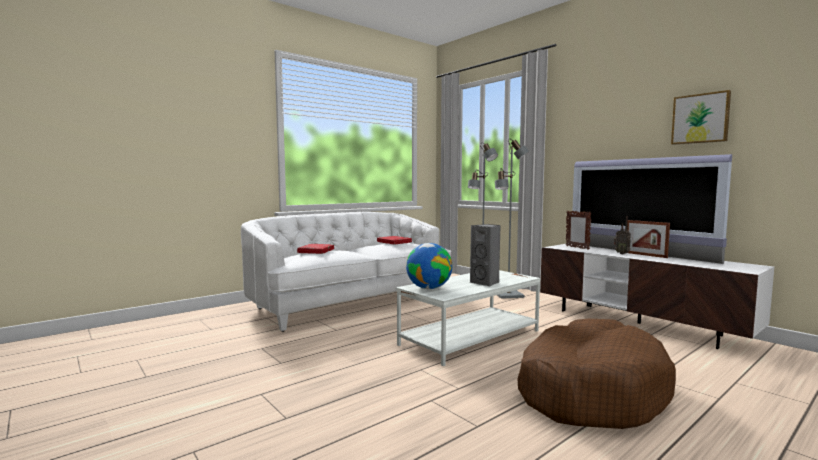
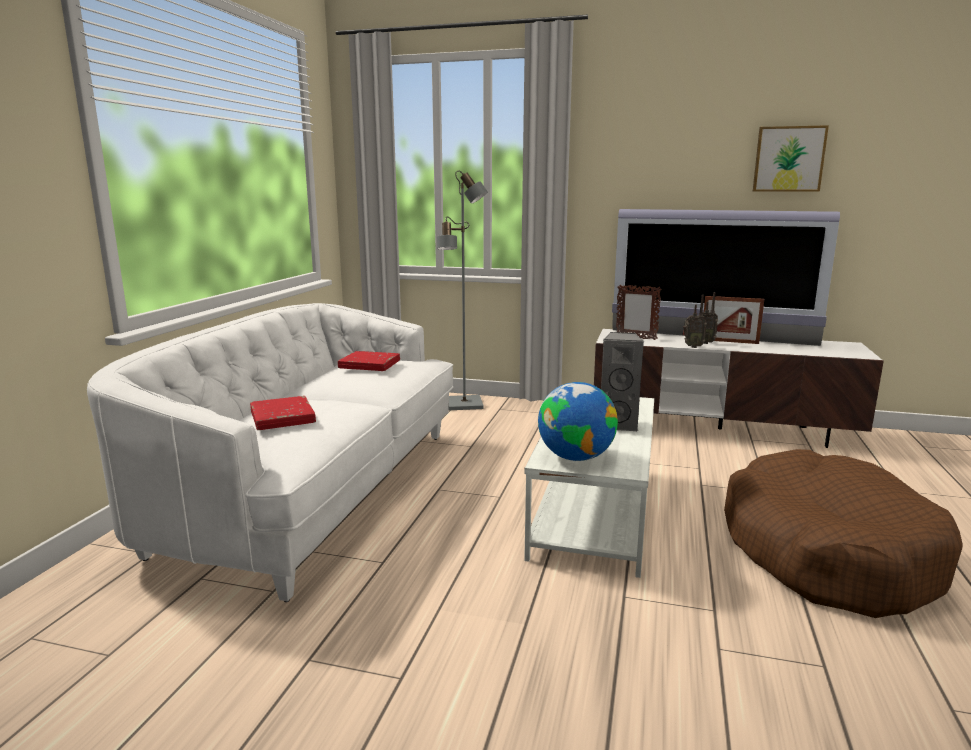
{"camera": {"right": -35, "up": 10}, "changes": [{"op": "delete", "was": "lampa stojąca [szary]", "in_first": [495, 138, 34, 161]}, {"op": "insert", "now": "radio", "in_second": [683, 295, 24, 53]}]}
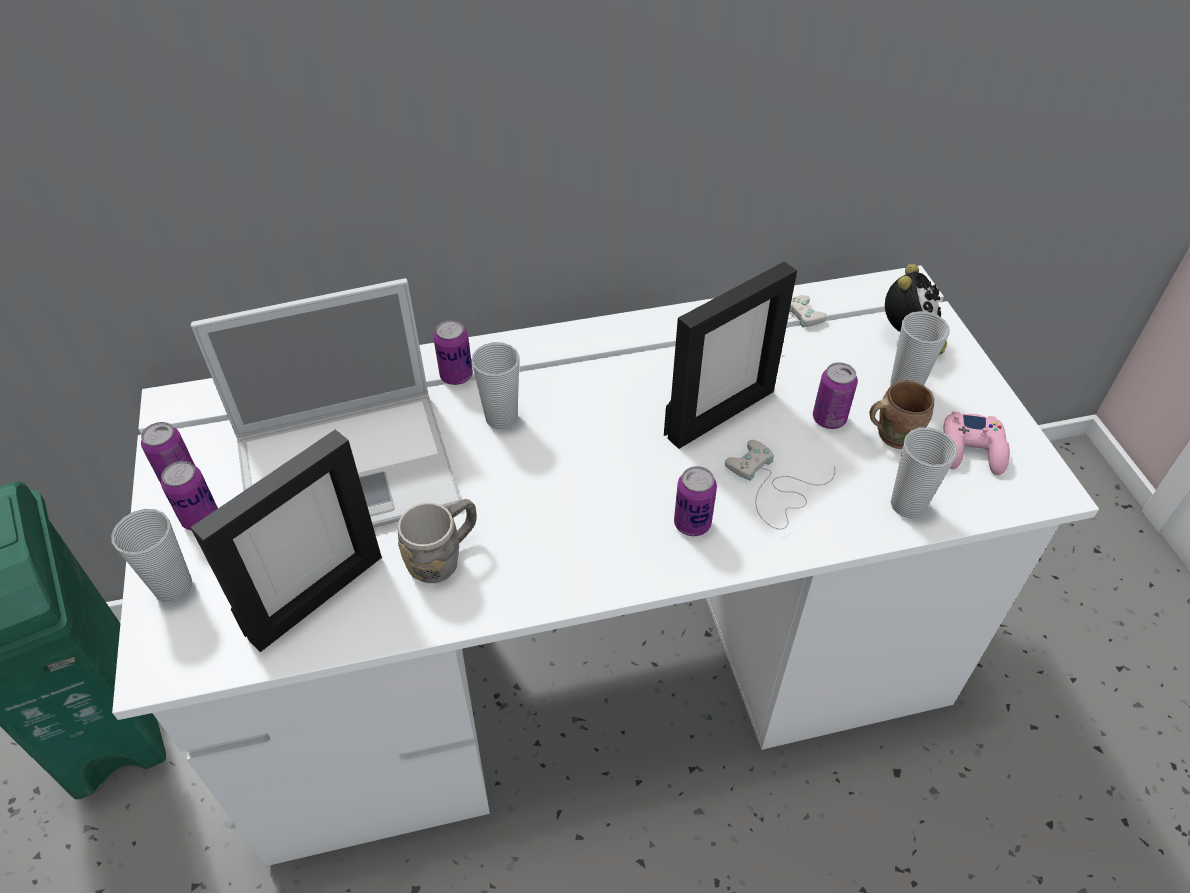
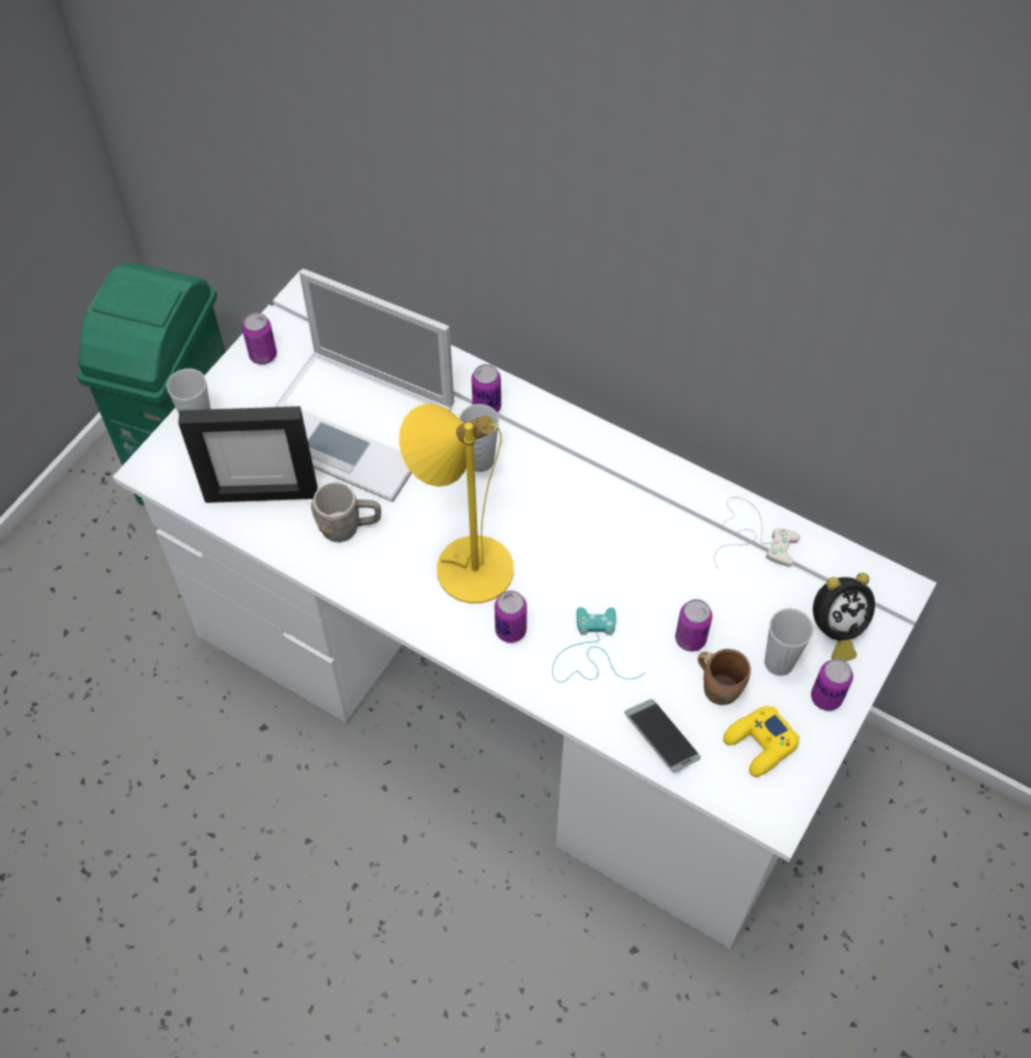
{"camera": {"right": 45, "up": 10}, "changes": [{"op": "delete", "was": "ramka na zdjęcie", "in_first": [664, 262, 133, 187]}, {"op": "recolor", "was": "pad do gier [różowy]", "now": "pad do gier [żółty]", "in_first": [944, 411, 66, 64], "in_second": [723, 706, 77, 71]}, {"op": "replace", "was": "filiżanka", "now": "telefon", "in_first": [891, 427, 66, 91], "in_second": [625, 699, 76, 73]}, {"op": "recolor", "was": "pad do gier [biały]", "now": "pad do gier [turkusowy]", "in_first": [725, 440, 110, 90], "in_second": [552, 607, 93, 76]}, {"op": "move", "was": "puszka", "in_first": [161, 461, 57, 70], "in_second": [811, 659, 42, 52]}, {"op": "insert", "now": "lampa stołowa [żółty]", "in_second": [399, 404, 115, 200]}]}
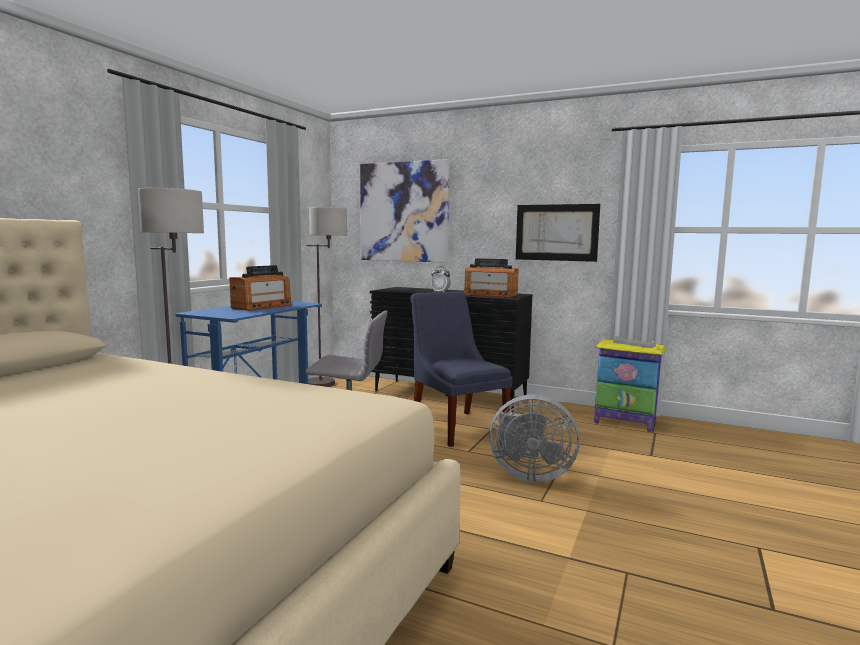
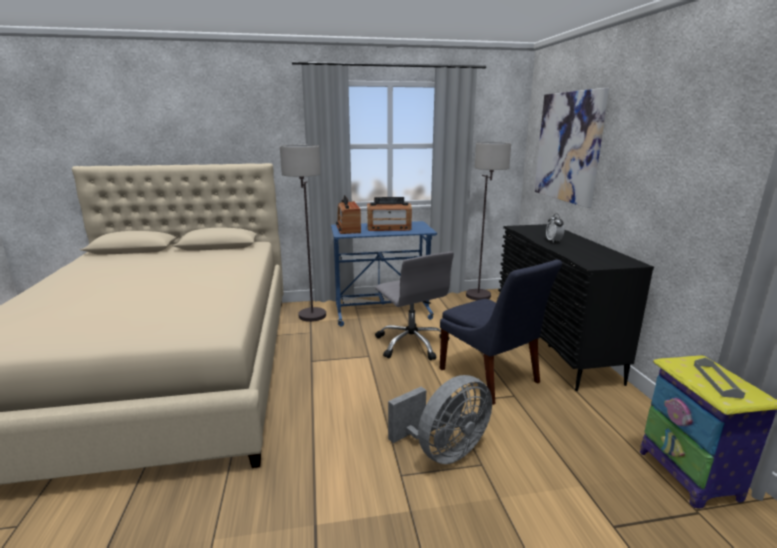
{"camera": {"right": 55, "up": 10}, "changes": [{"op": "delete", "was": "obraz", "in_first": [516, 204, 84, 58]}, {"op": "move", "was": "radio", "in_first": [464, 258, 55, 40], "in_second": [336, 195, 25, 39]}, {"op": "rotate", "was": "krzesło [niebieski]", "in_first": [411, 292, 102, 155], "in_second": [440, 259, 122, 146], "clockwise": 120}, {"op": "rotate", "was": "wentylator [szary]", "in_first": [489, 395, 91, 87], "in_second": [388, 375, 104, 89], "clockwise": -105}]}
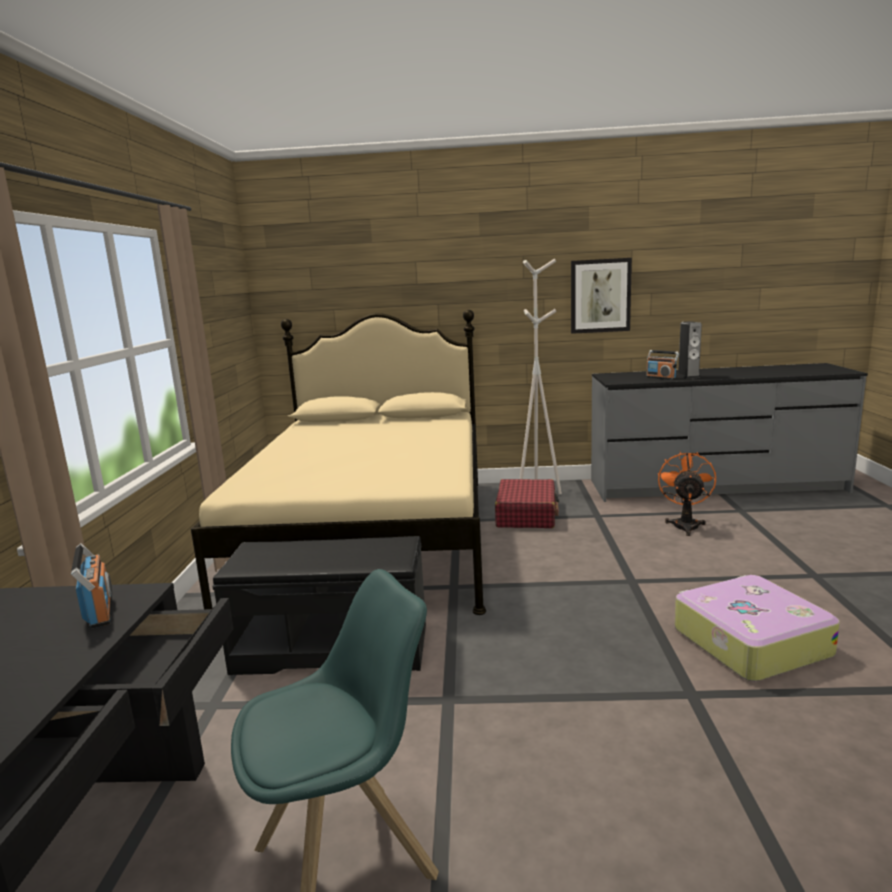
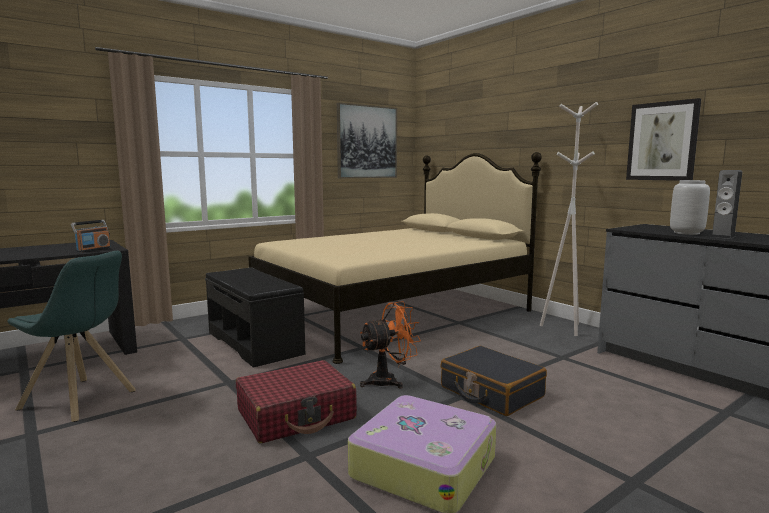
{"camera": {"right": 50, "up": -5}, "changes": [{"op": "replace", "was": "radio", "now": "wazon [szary]", "in_first": [646, 350, 33, 30], "in_second": [670, 180, 40, 55]}, {"op": "move", "was": "wentylator [pomarańczowy]", "in_first": [658, 452, 58, 84], "in_second": [360, 301, 61, 88]}, {"op": "move", "was": "walizka [czerwony]", "in_first": [495, 479, 64, 49], "in_second": [236, 360, 121, 83]}, {"op": "insert", "now": "obraz", "in_second": [337, 103, 60, 75]}, {"op": "insert", "now": "walizka [czarny]", "in_second": [440, 346, 107, 70]}]}
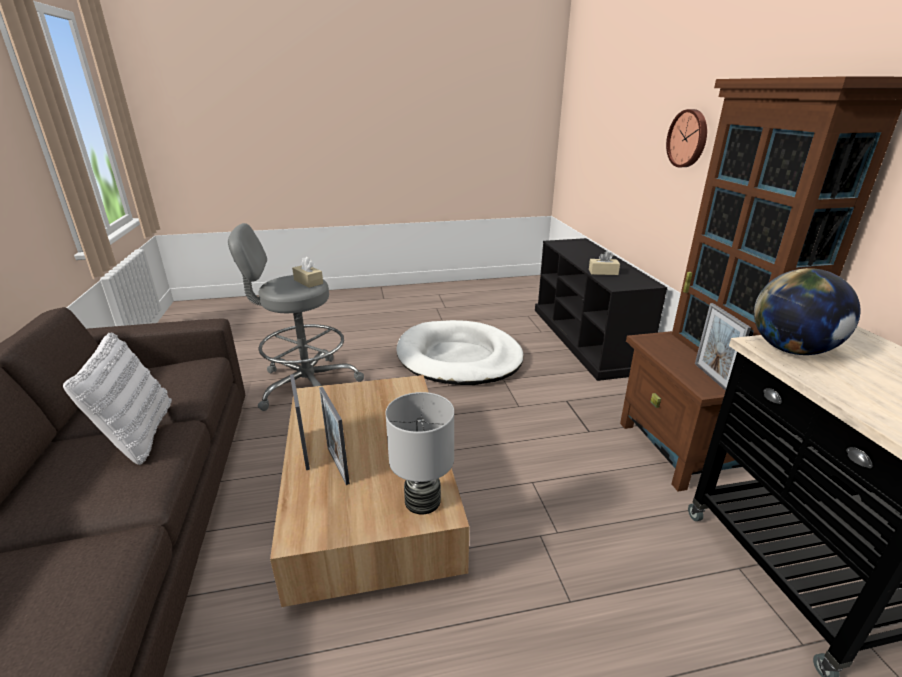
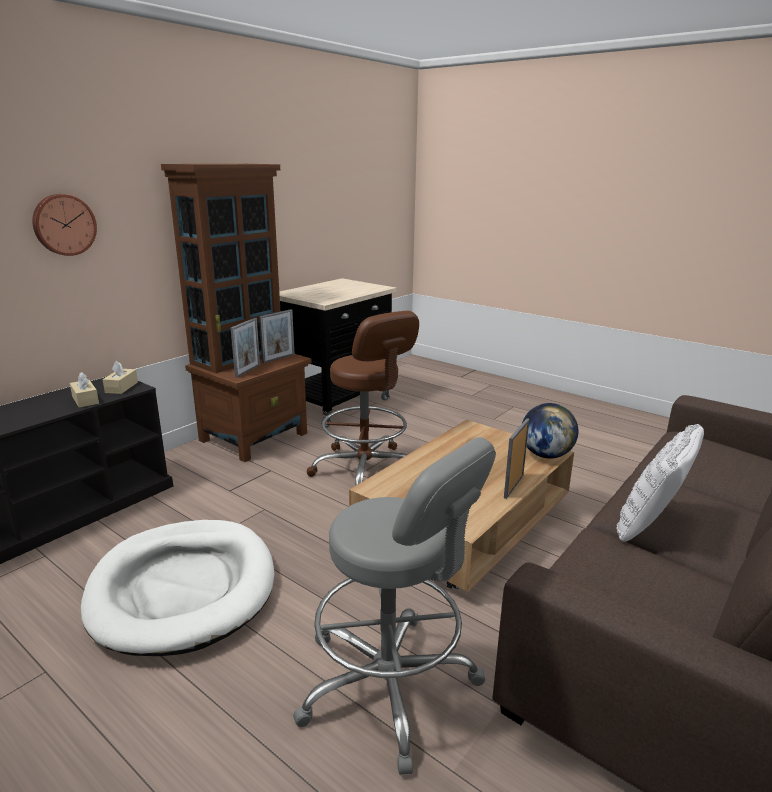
{"camera": {"right": -130, "up": -5}, "changes": [{"op": "move", "was": "pudełko chusteczek [beżowy]", "in_first": [292, 257, 31, 31], "in_second": [103, 361, 35, 33]}, {"op": "move", "was": "globus", "in_first": [754, 268, 106, 87], "in_second": [522, 403, 56, 56]}, {"op": "move", "was": "ramka na zdjęcie", "in_first": [319, 387, 31, 98], "in_second": [231, 318, 29, 60]}, {"op": "delete", "was": "lampa stołowa [szary]", "in_first": [386, 392, 68, 123]}, {"op": "insert", "now": "stołek [brązowy]", "in_second": [307, 311, 112, 174]}]}
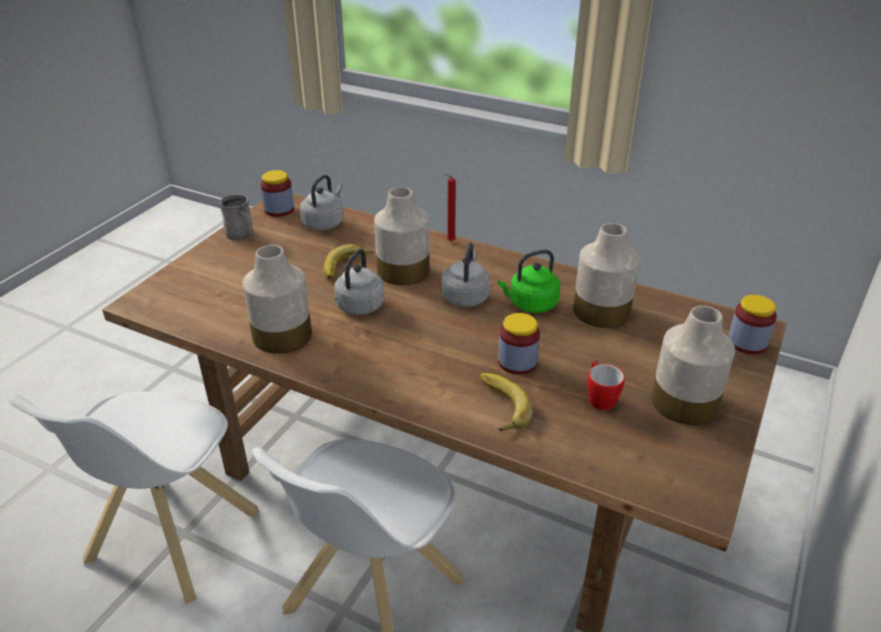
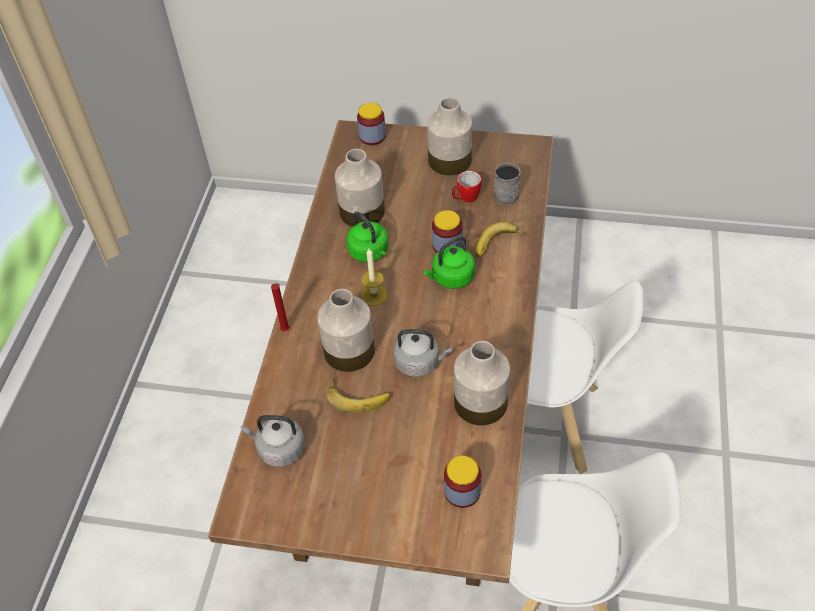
{"camera": {"right": -105, "up": 15}, "changes": [{"op": "move", "was": "słoik", "in_first": [260, 170, 34, 47], "in_second": [444, 456, 37, 52]}, {"op": "move", "was": "kubek [szary]", "in_first": [220, 194, 34, 47], "in_second": [494, 163, 27, 42]}, {"op": "replace", "was": "czajnik [szary]", "now": "świeca", "in_first": [442, 242, 48, 65], "in_second": [361, 248, 26, 58]}, {"op": "insert", "now": "czajnik [zielony]", "in_second": [423, 236, 52, 53]}]}
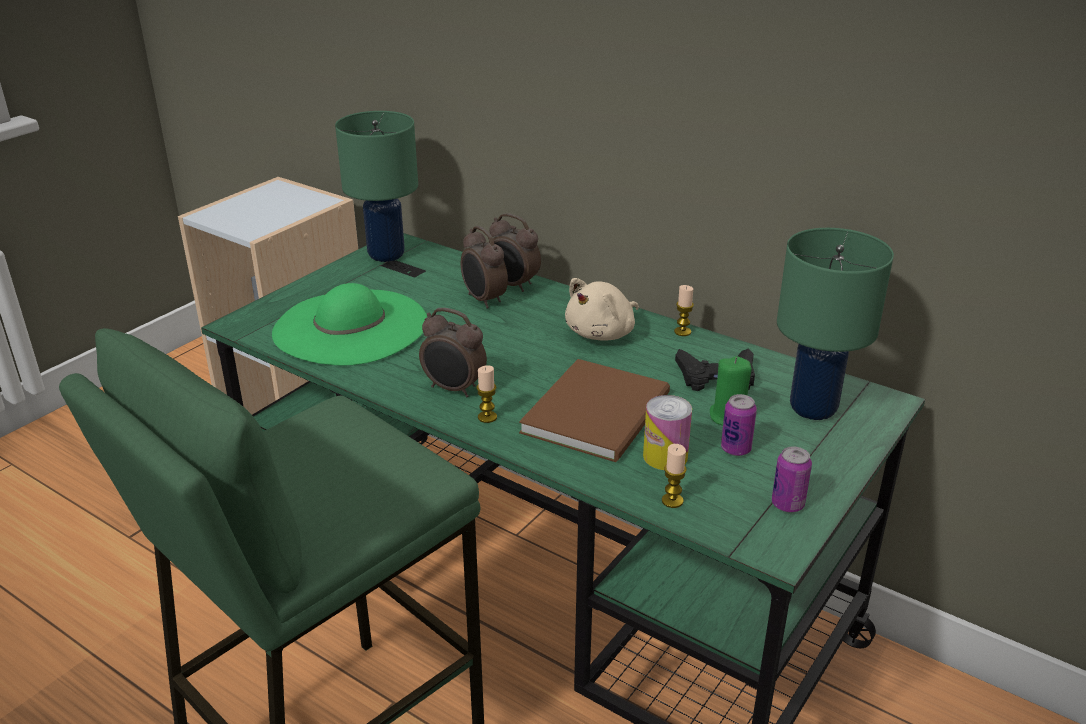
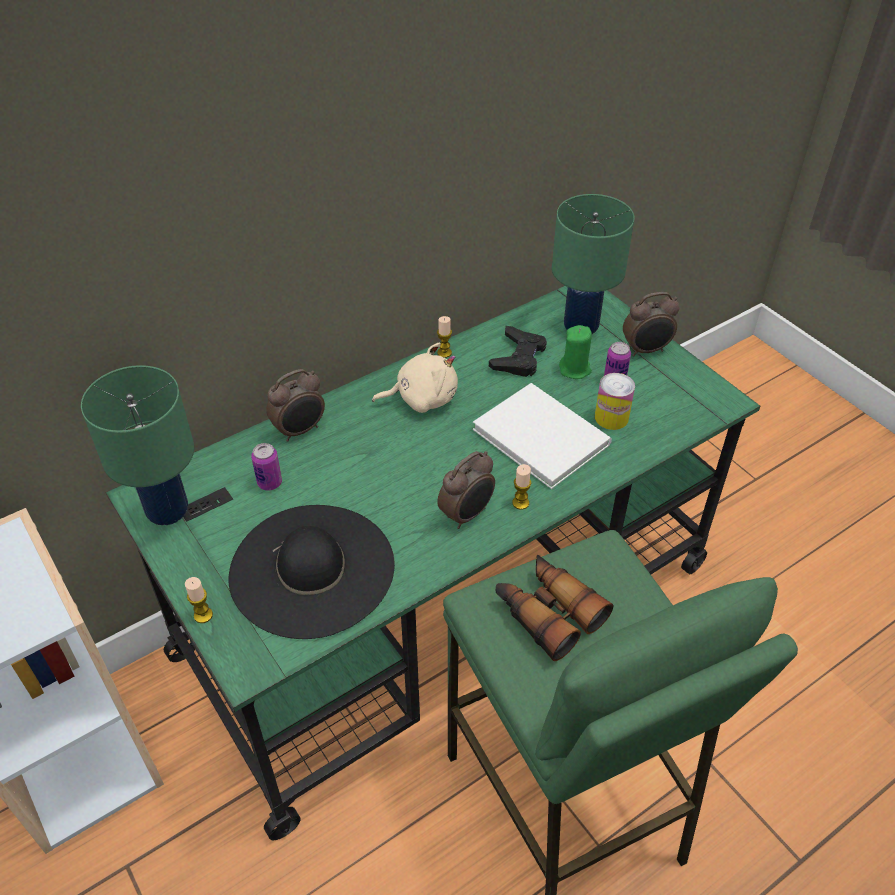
{"camera": {"right": -70, "up": 15}, "changes": [{"op": "move", "was": "budzik", "in_first": [461, 226, 47, 83], "in_second": [623, 292, 57, 65]}, {"op": "rotate", "was": "pluszak [beżowy]", "in_first": [565, 278, 74, 63], "in_second": [372, 343, 86, 70], "clockwise": -75}, {"op": "recolor", "was": "kapelusz [zielony]", "now": "kapelusz [czarny]", "in_first": [272, 283, 155, 83], "in_second": [229, 505, 166, 134]}, {"op": "recolor", "was": "książka [brązowy]", "now": "książka [biały]", "in_first": [519, 359, 151, 103], "in_second": [473, 383, 139, 106]}, {"op": "move", "was": "świeca", "in_first": [662, 444, 25, 64], "in_second": [185, 577, 28, 46]}, {"op": "move", "was": "puszka", "in_first": [772, 446, 40, 66], "in_second": [251, 443, 31, 48]}, {"op": "insert", "now": "lornetka", "in_second": [496, 555, 117, 106]}]}
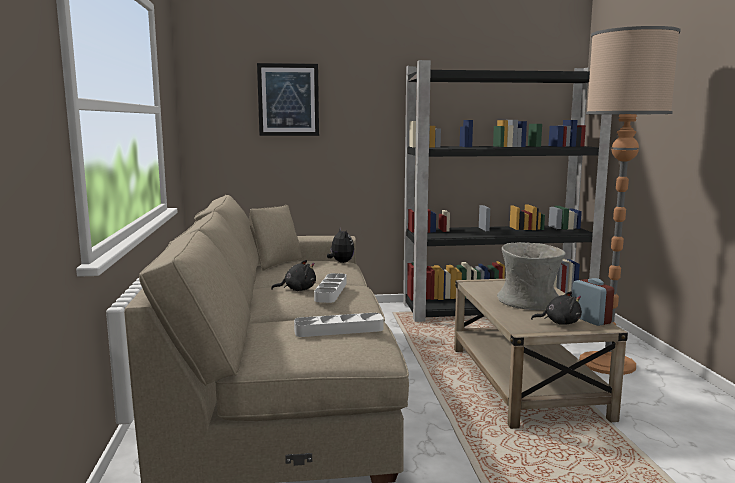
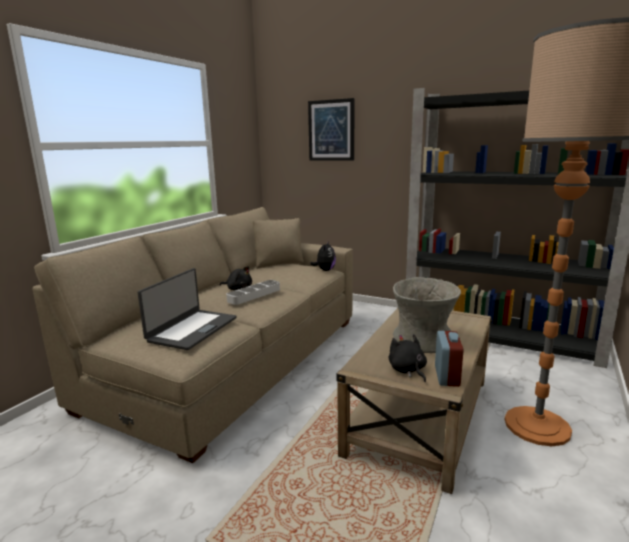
{"camera": {"right": 35, "up": 5}, "changes": [{"op": "rotate", "was": "pluszak [czarny]", "in_first": [531, 291, 51, 34], "in_second": [389, 334, 38, 48], "clockwise": -150}, {"op": "replace", "was": "taca [szary]", "now": "laptop", "in_first": [294, 313, 89, 24], "in_second": [138, 268, 99, 82]}]}
